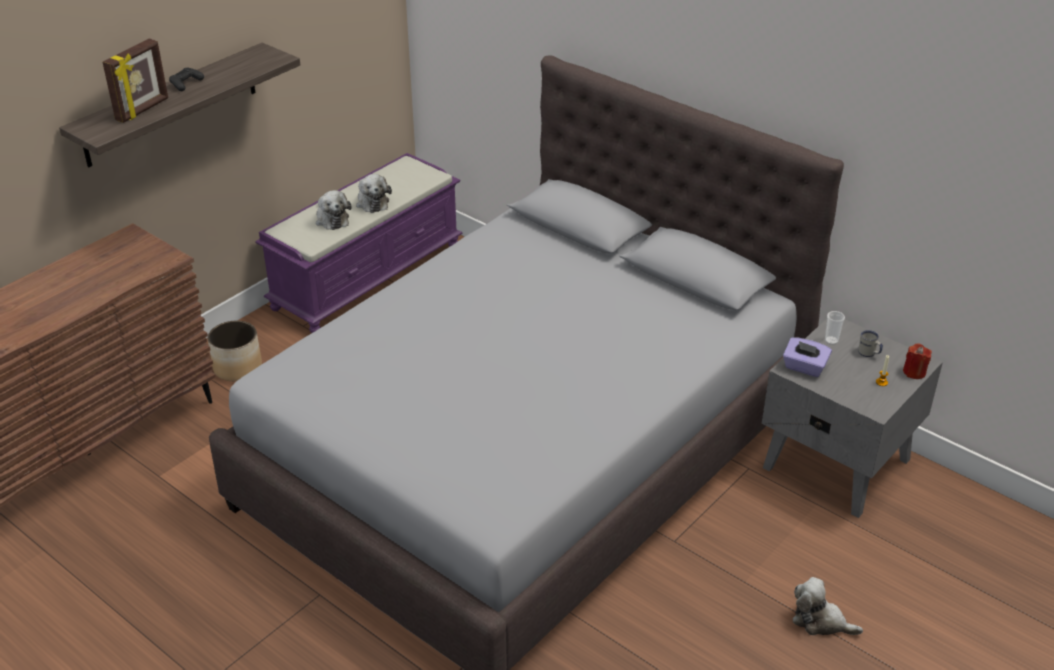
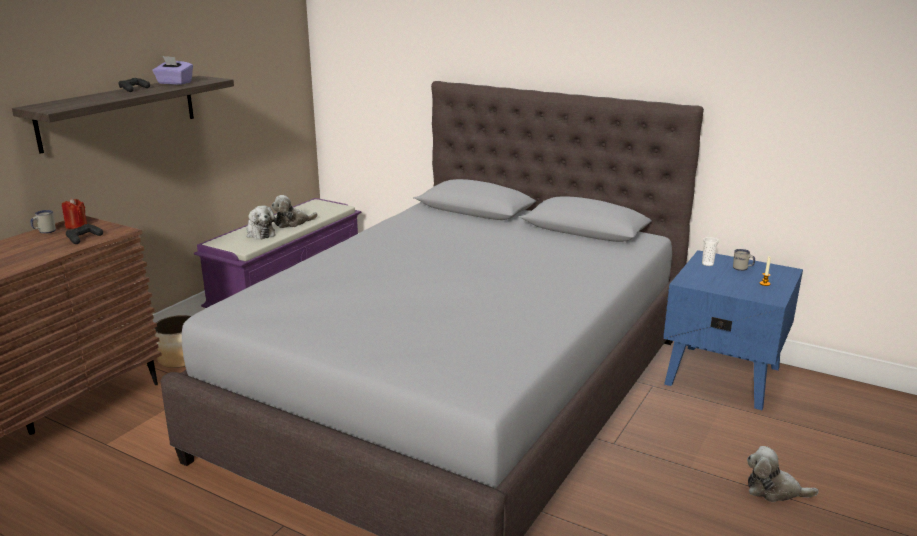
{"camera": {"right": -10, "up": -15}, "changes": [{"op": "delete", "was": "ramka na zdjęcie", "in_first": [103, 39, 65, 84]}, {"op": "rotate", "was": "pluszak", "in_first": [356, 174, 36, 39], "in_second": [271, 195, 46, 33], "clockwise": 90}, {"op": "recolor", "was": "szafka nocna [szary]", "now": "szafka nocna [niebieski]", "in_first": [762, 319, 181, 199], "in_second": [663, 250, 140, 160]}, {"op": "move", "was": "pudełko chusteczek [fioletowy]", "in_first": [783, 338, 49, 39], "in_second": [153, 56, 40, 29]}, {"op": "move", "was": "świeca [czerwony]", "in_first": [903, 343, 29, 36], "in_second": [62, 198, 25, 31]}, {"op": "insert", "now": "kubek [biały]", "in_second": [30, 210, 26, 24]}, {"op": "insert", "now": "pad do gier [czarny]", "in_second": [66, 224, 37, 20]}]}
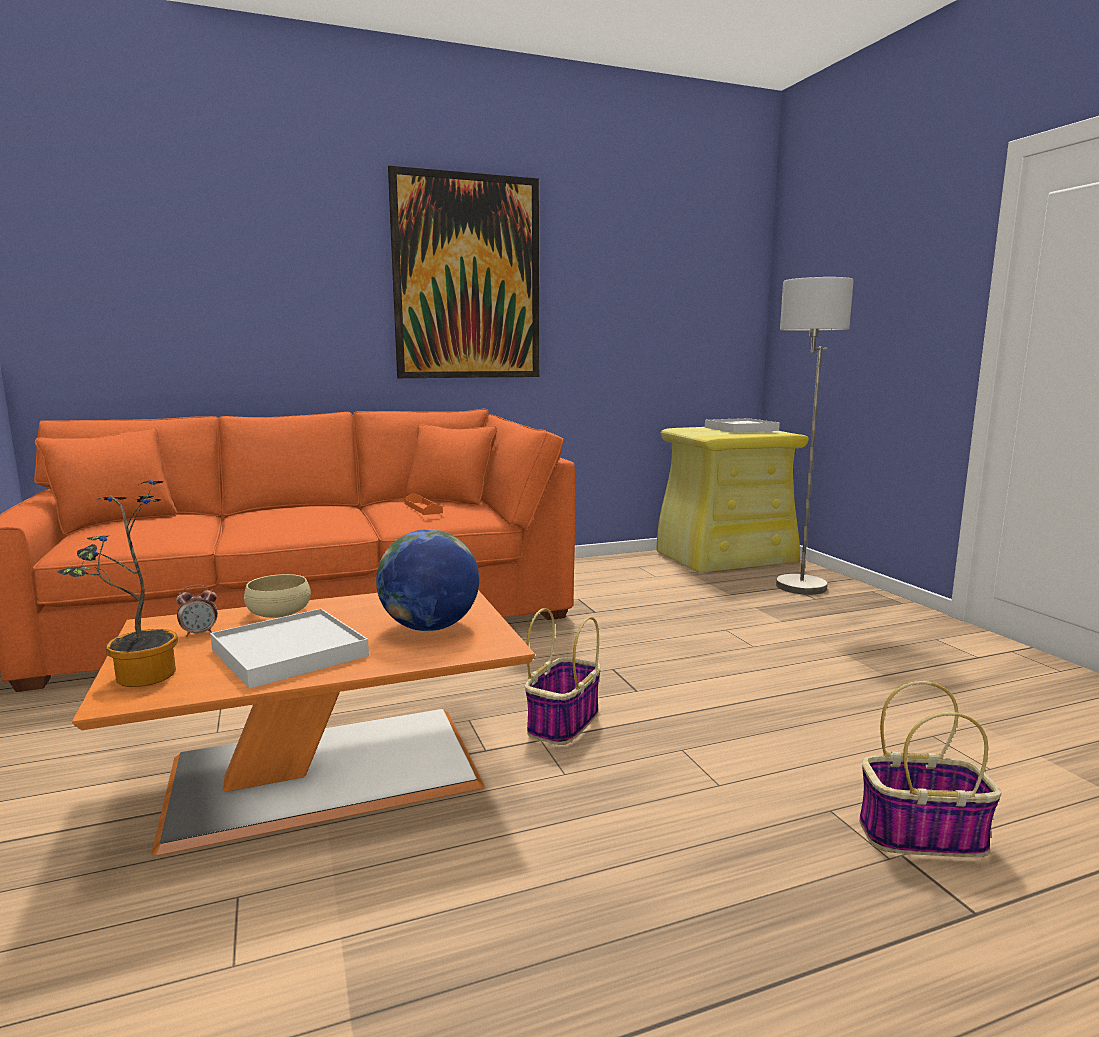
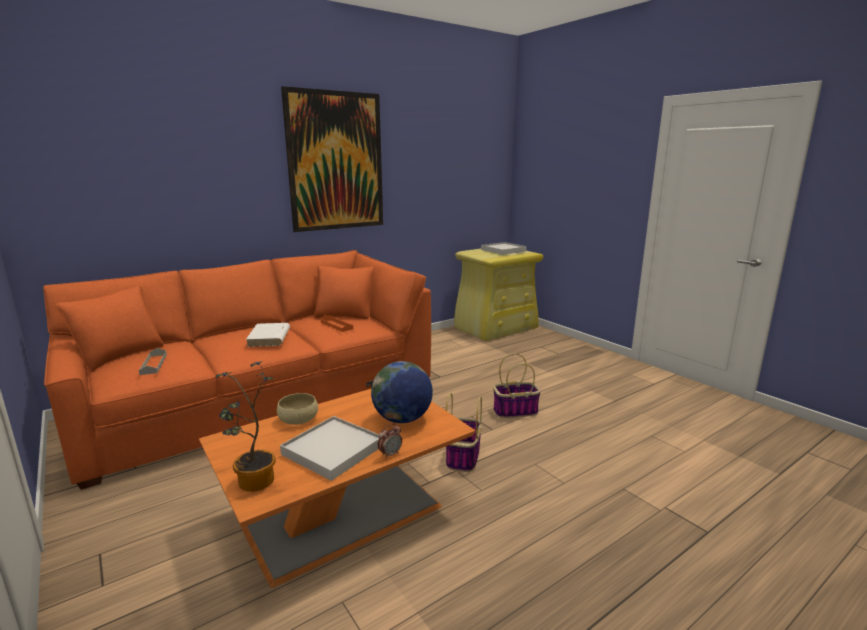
{"camera": {"right": -15, "up": 5}, "changes": [{"op": "delete", "was": "lampa stojąca [szary]", "in_first": [776, 277, 78, 318]}, {"op": "move", "was": "budzik", "in_first": [176, 585, 42, 52], "in_second": [378, 423, 24, 36]}, {"op": "move", "was": "koszyk", "in_first": [859, 681, 143, 176], "in_second": [493, 354, 48, 64]}, {"op": "insert", "now": "książka [biały]", "in_second": [246, 323, 44, 24]}, {"op": "insert", "now": "taca [szary]", "in_second": [139, 348, 28, 27]}]}
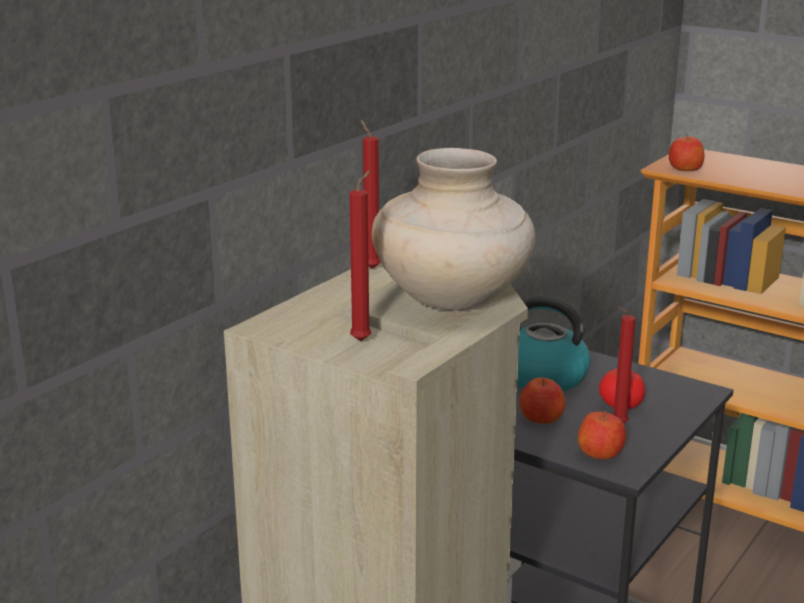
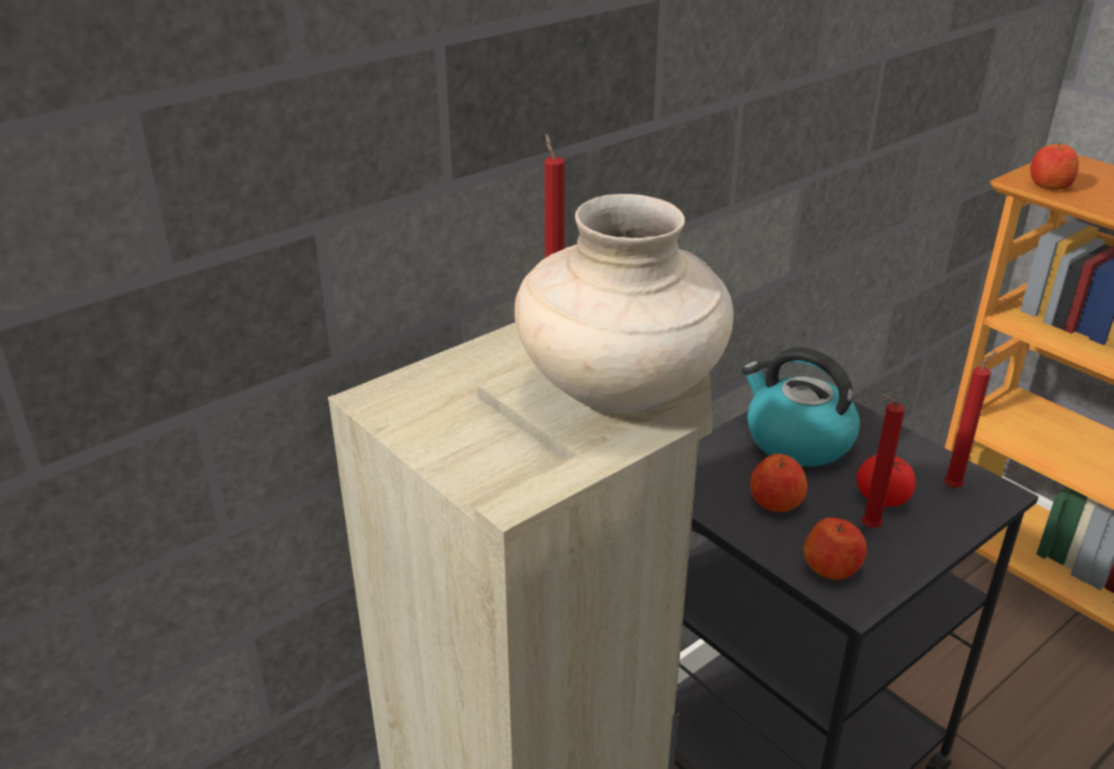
{"camera": {"right": 15, "up": 10}, "changes": [{"op": "move", "was": "świeca [czerwony]", "in_first": [350, 170, 21, 171], "in_second": [944, 351, 52, 137]}]}
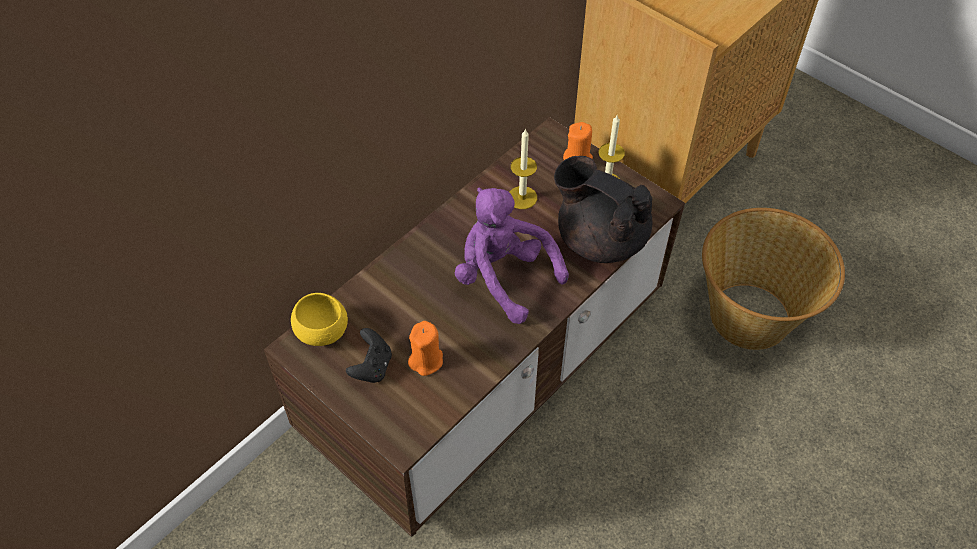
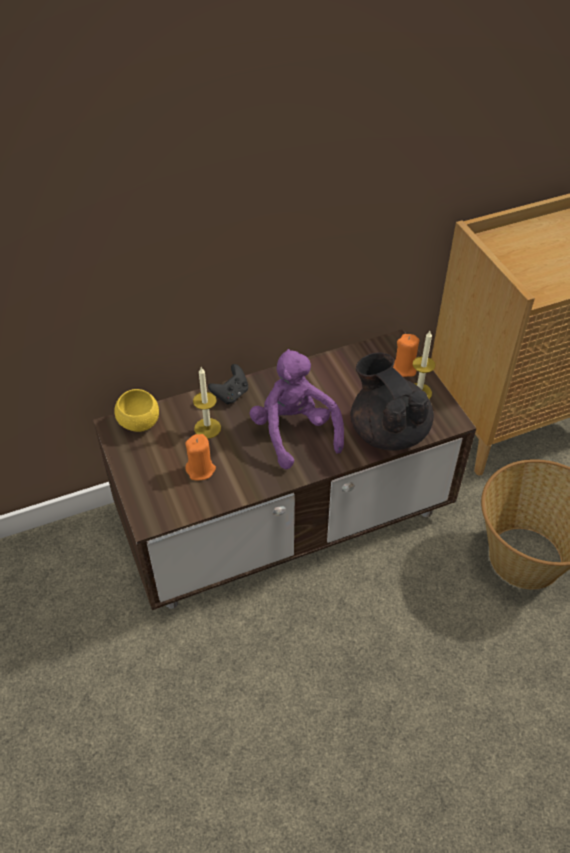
{"camera": {"right": 25, "up": -5}, "changes": [{"op": "move", "was": "świeca", "in_first": [509, 128, 28, 81], "in_second": [193, 367, 28, 72]}, {"op": "move", "was": "pad do gier [czarny]", "in_first": [346, 328, 46, 55], "in_second": [208, 364, 40, 41]}]}
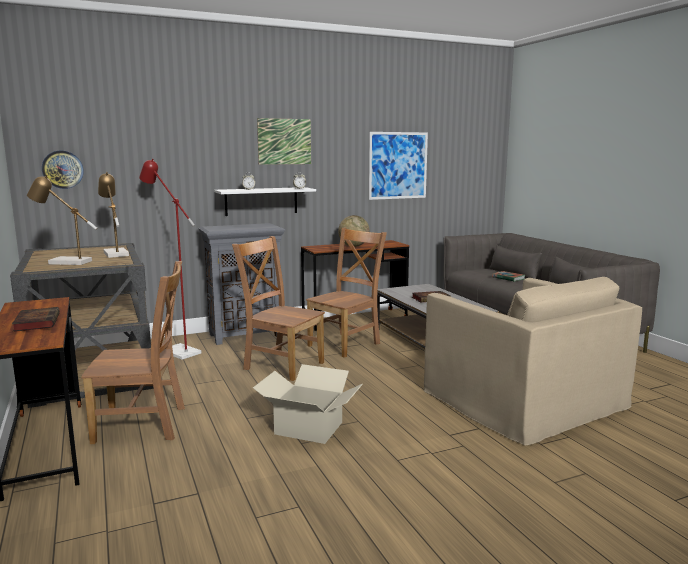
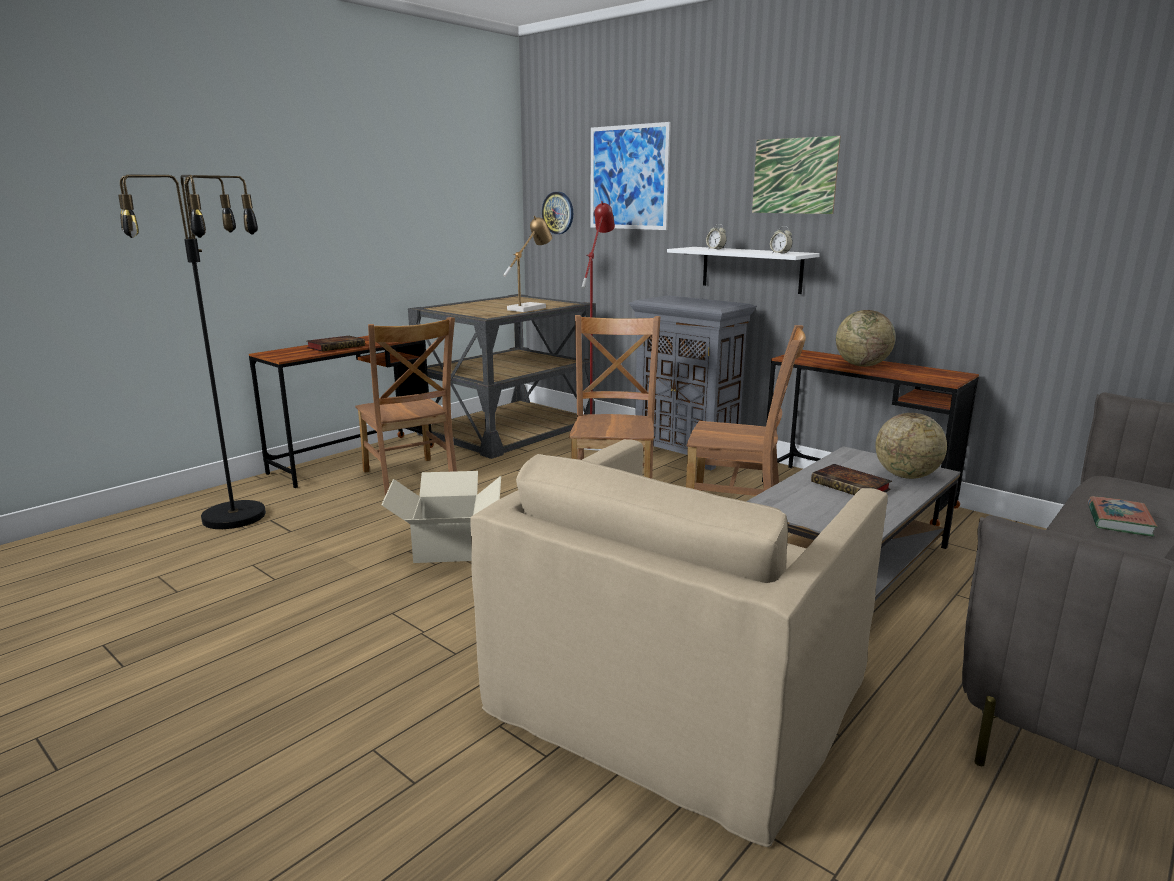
{"camera": {"right": 65, "up": 5}, "changes": [{"op": "move", "was": "obraz", "in_first": [368, 132, 60, 68], "in_second": [591, 122, 80, 108]}, {"op": "delete", "was": "lampa stołowa", "in_first": [27, 175, 71, 90]}, {"op": "insert", "now": "lampa stojąca", "in_second": [118, 175, 148, 354]}, {"op": "insert", "now": "globus", "in_second": [875, 413, 72, 66]}]}
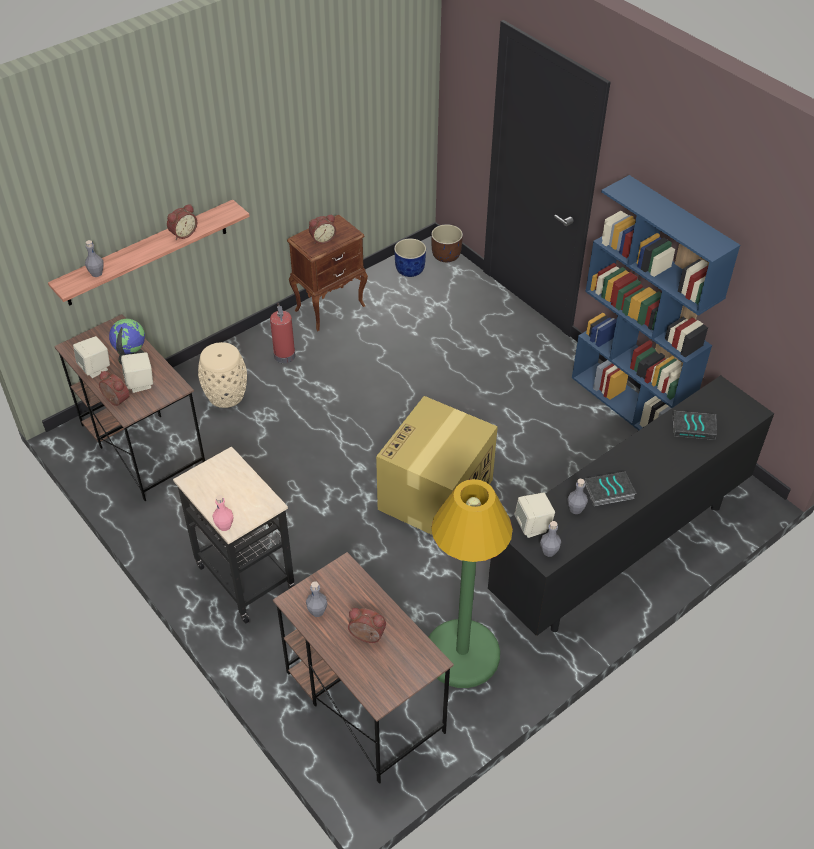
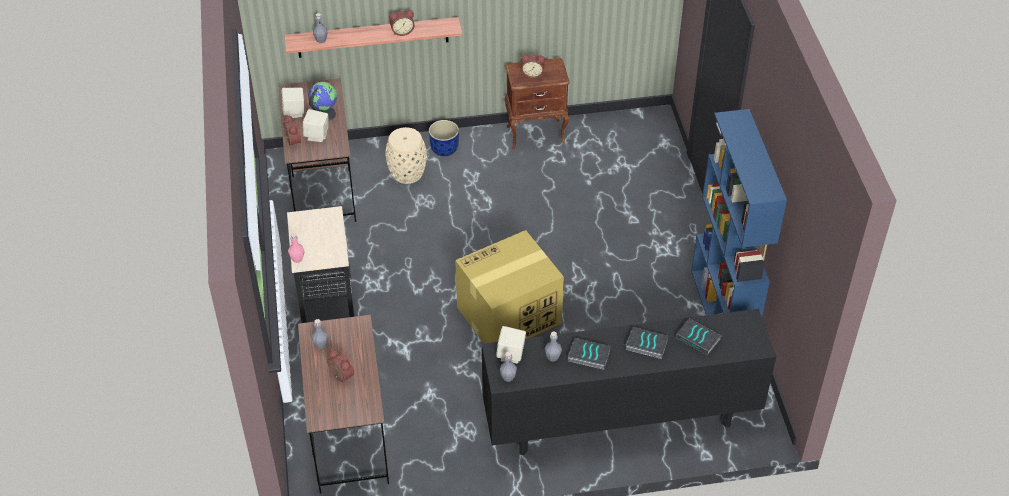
{"camera": {"right": 30, "up": 0}, "changes": [{"op": "delete", "was": "donica [brązowy]", "in_first": [431, 224, 32, 38]}, {"op": "move", "was": "donica [niebieski]", "in_first": [394, 239, 32, 38], "in_second": [429, 120, 30, 36]}, {"op": "delete", "was": "gaśnica", "in_first": [270, 303, 26, 60]}, {"op": "delete", "was": "lampa stojąca [zielony]", "in_first": [428, 479, 85, 209]}, {"op": "insert", "now": "książka", "in_second": [626, 327, 42, 32]}]}
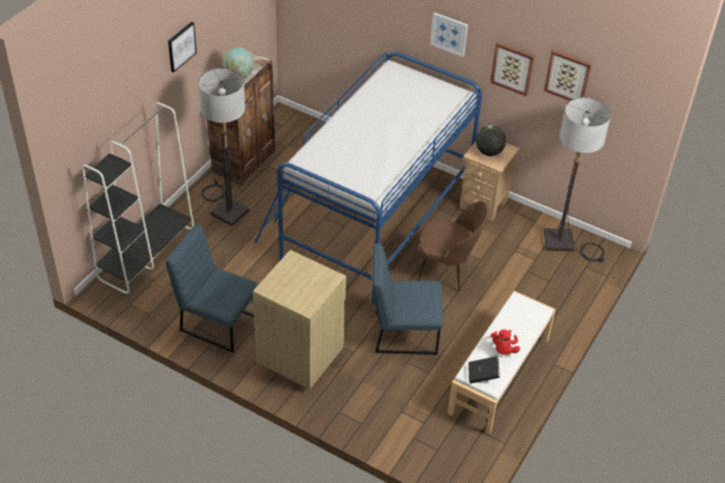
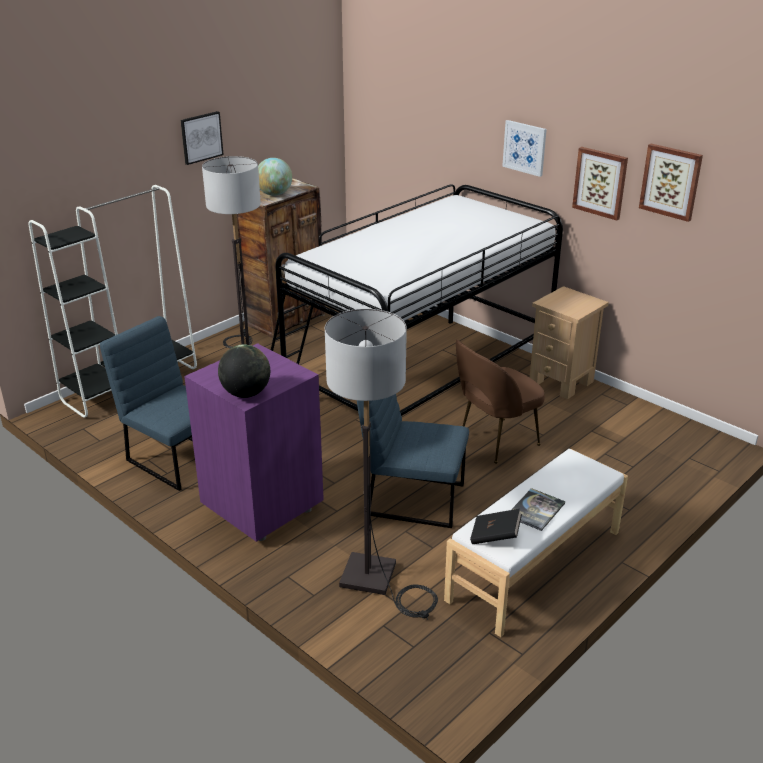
{"camera": {"right": 15, "up": -15}, "changes": [{"op": "recolor", "was": "łóżko [niebieski]", "now": "łóżko [czarny]", "in_first": [254, 52, 228, 252], "in_second": [271, 184, 292, 232]}, {"op": "move", "was": "lampa stojąca", "in_first": [544, 97, 67, 165], "in_second": [325, 309, 113, 311]}, {"op": "move", "was": "globus", "in_first": [476, 125, 30, 31], "in_second": [218, 344, 52, 54]}, {"op": "rotate", "was": "krzesło [brązowy]", "in_first": [417, 201, 72, 90], "in_second": [456, 339, 89, 125], "clockwise": 120}, {"op": "recolor", "was": "komoda [brązowy]", "now": "komoda [fioletowy]", "in_first": [253, 250, 93, 139], "in_second": [184, 343, 140, 199]}, {"op": "replace", "was": "pluszak [czerwony]", "now": "książka", "in_first": [491, 330, 29, 25], "in_second": [511, 488, 54, 43]}]}
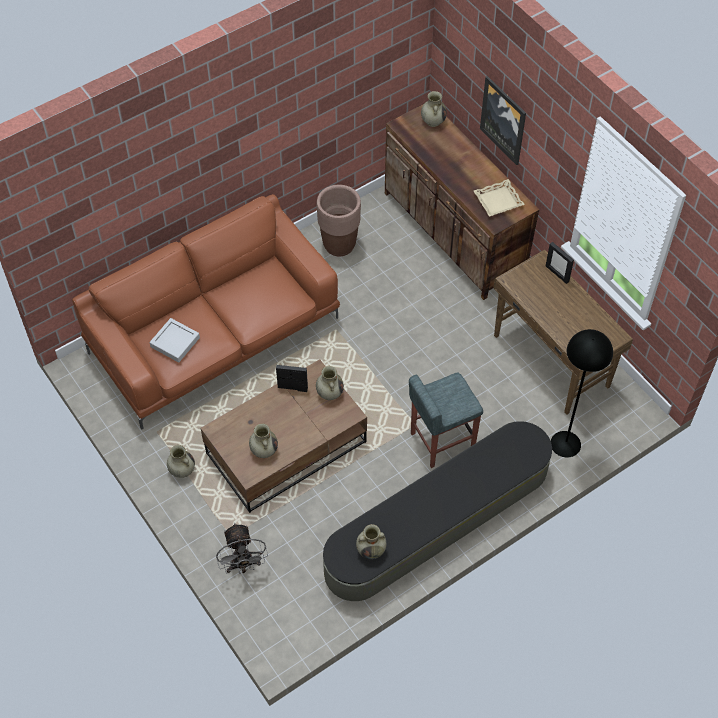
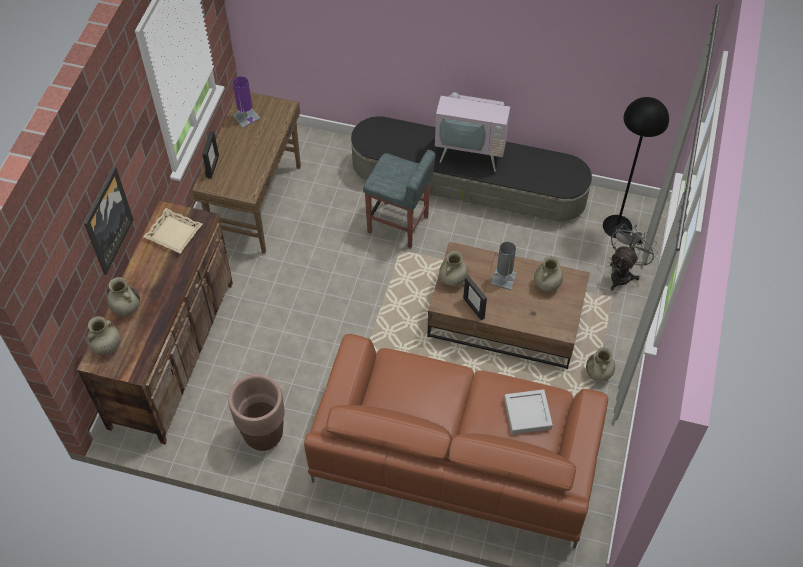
{"camera": {"right": -130, "up": 0}, "changes": [{"op": "move", "was": "lampa stojąca [czarny]", "in_first": [551, 329, 62, 128], "in_second": [603, 97, 66, 141]}, {"op": "move", "was": "wazon [beżowy]", "in_first": [356, 524, 30, 35], "in_second": [107, 277, 33, 39]}, {"op": "insert", "now": "telewizor", "in_second": [435, 68, 75, 104]}, {"op": "insert", "now": "lampa stołowa [fioletowy]", "in_second": [233, 76, 27, 52]}, {"op": "insert", "now": "lampa stołowa [szary]", "in_second": [491, 242, 26, 48]}]}
